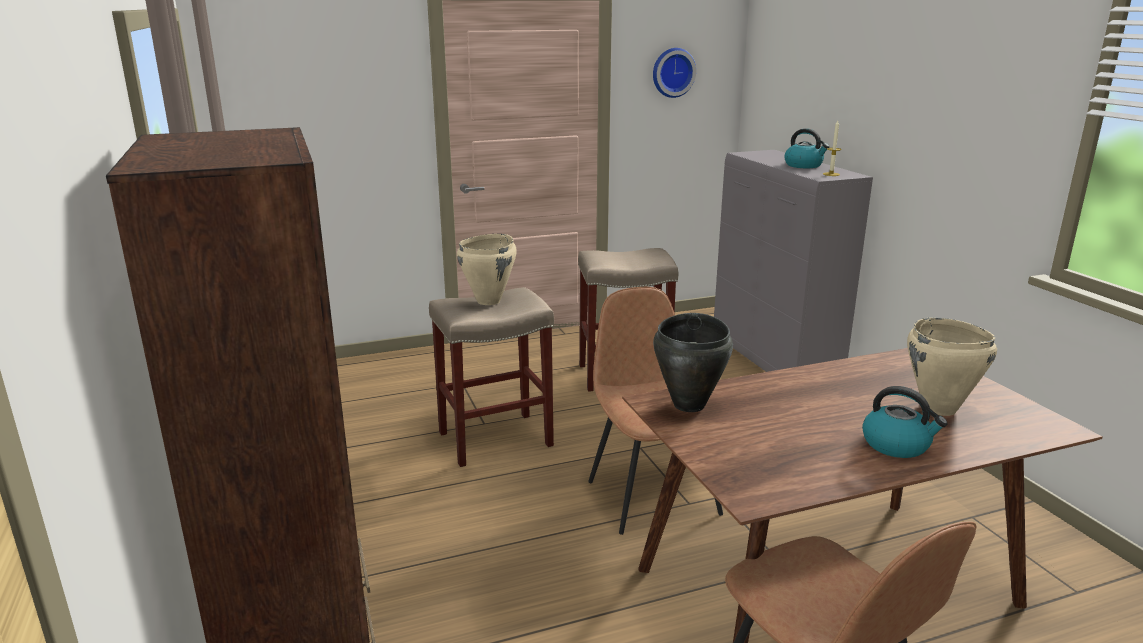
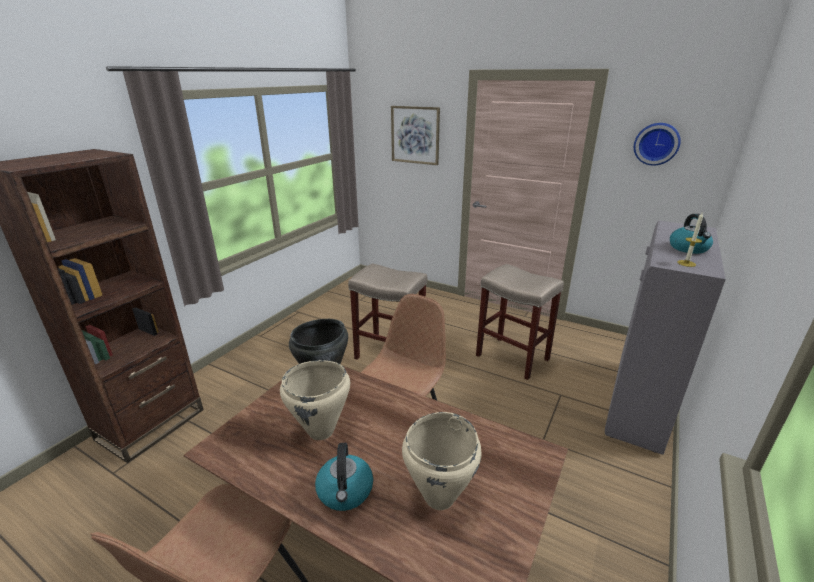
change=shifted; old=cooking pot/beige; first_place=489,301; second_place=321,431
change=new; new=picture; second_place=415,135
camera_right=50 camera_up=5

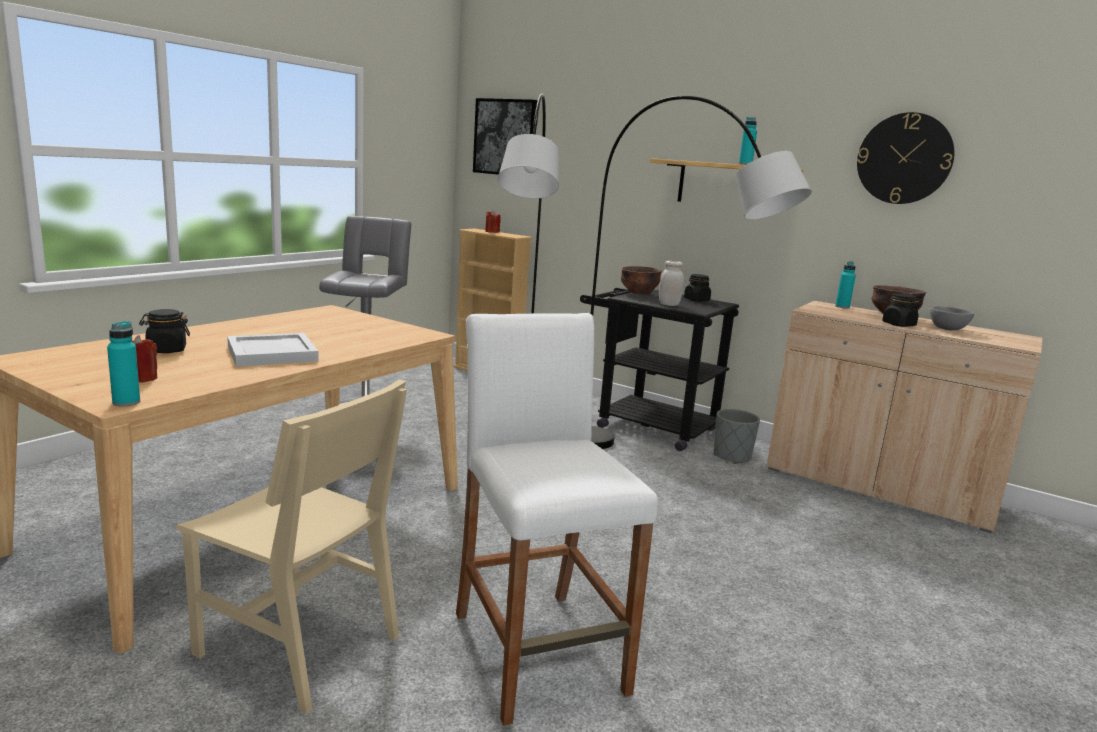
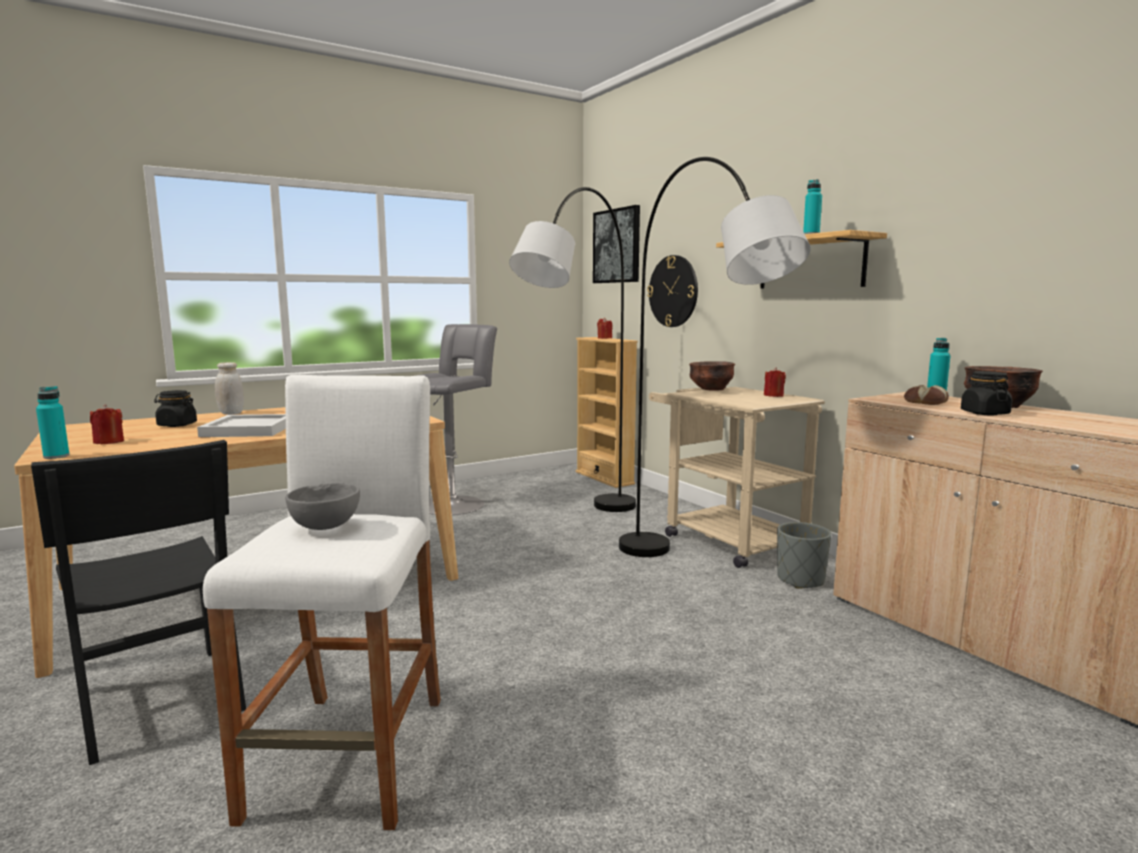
change=repainted; old=chair/beige; new=chair/black; first_place=298,646; second_place=159,700
change=shifted; old=jar/white; first_place=669,304; second_place=231,413
change=shifted; old=bowl/grey; first_place=947,329; second_place=327,527
change=shifted; old=wall clock; first_place=904,158; second_place=673,291
change=repainted; old=cart/black; new=cart/beige; first_place=646,425; second_place=725,538
change=swapped; old=jar/black; new=candle/red; first_place=696,300; second_place=773,395
change=new; new=bread; second_place=924,402
camera_right=25 camera_up=-5

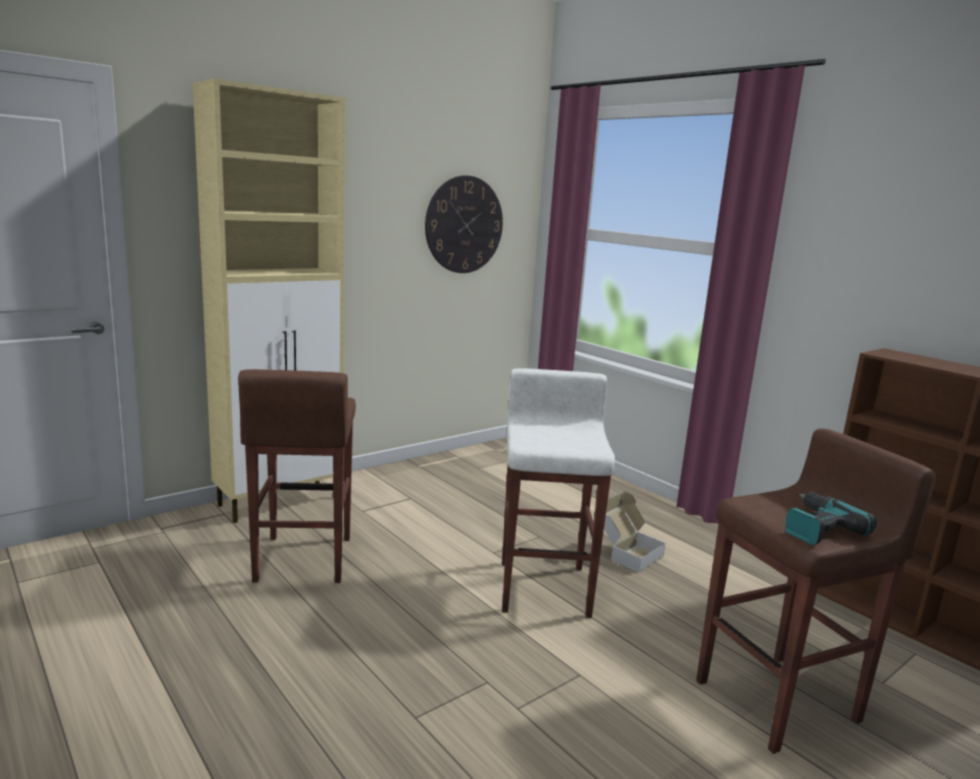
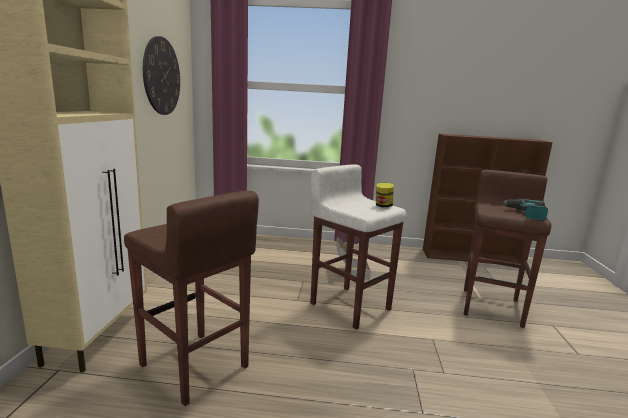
change=new; new=jar; second_place=383,206
camera_right=-45 camera_up=0

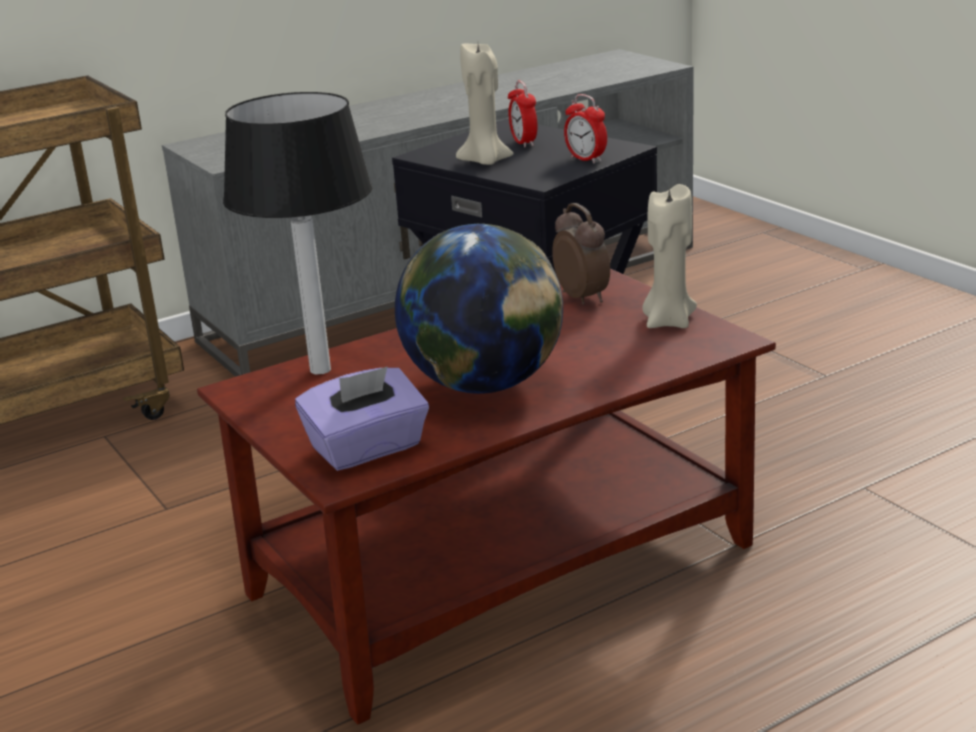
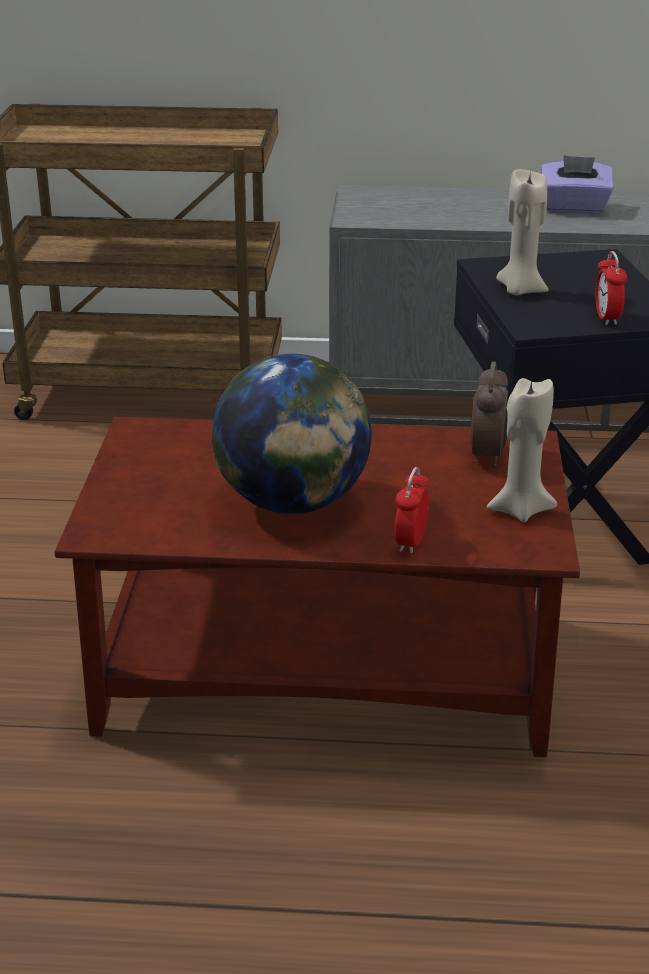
change=shifted; old=alarm clock; first_place=523,143; second_place=410,542
change=shifted; old=tissue box/purple; first_place=367,449; second_place=574,208
change=gone; old=table lamp; first_place=321,370
camera_right=35 camera_up=5

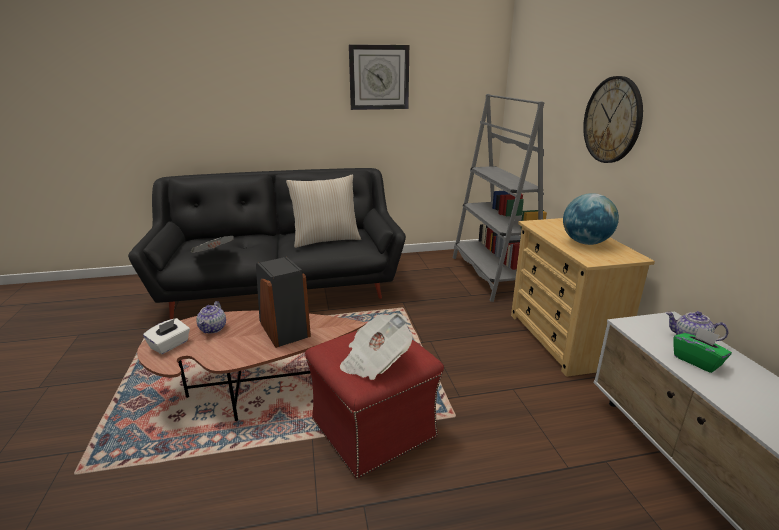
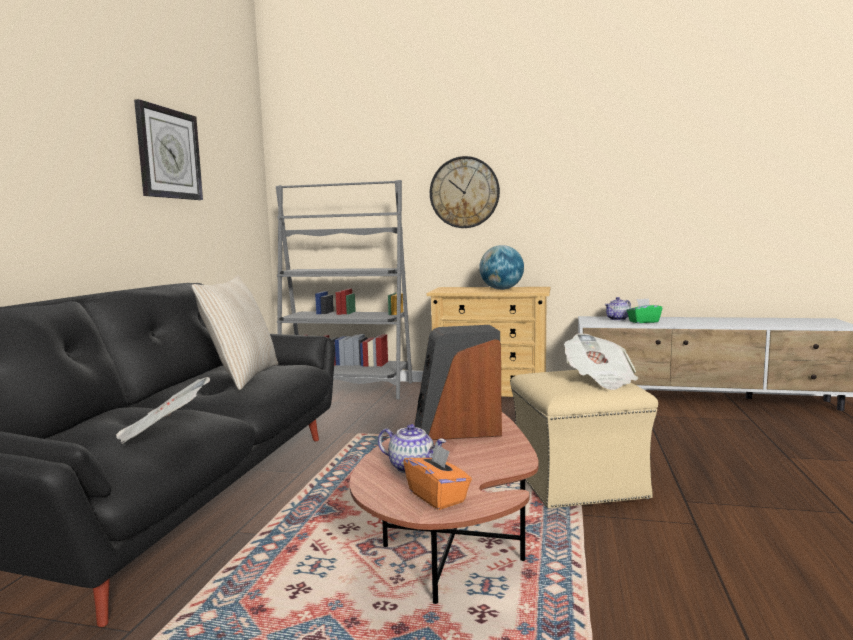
change=repainted; old=tissue box/white; new=tissue box/orange; first_place=170,345; second_place=437,497
change=repainted; old=ottoman/red; new=ottoman/beige; first_place=374,427; second_place=576,481
camera_right=-65 camera_up=-15

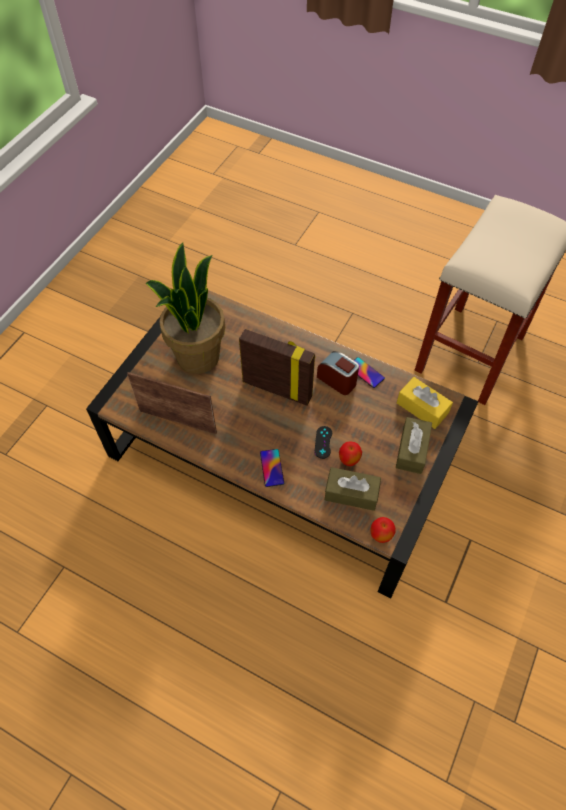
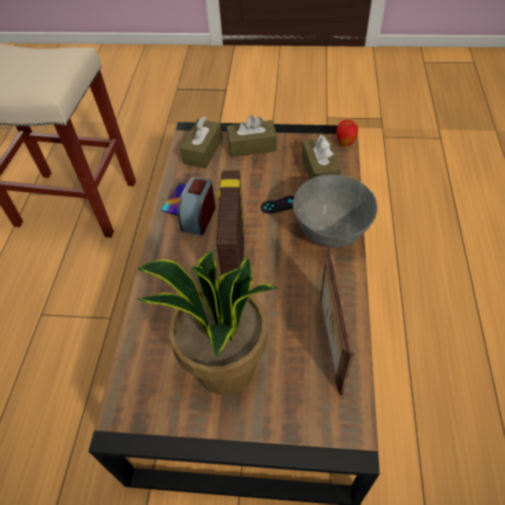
change=repainted; old=tissue box/yellow; new=tissue box/brown; first_place=422,408; second_place=203,151
change=swapped; old=phone; new=bowl/grey; first_place=271,468; second_place=332,233
change=gone; old=apple; first_place=348,461
camera_right=-110 camera_up=-5

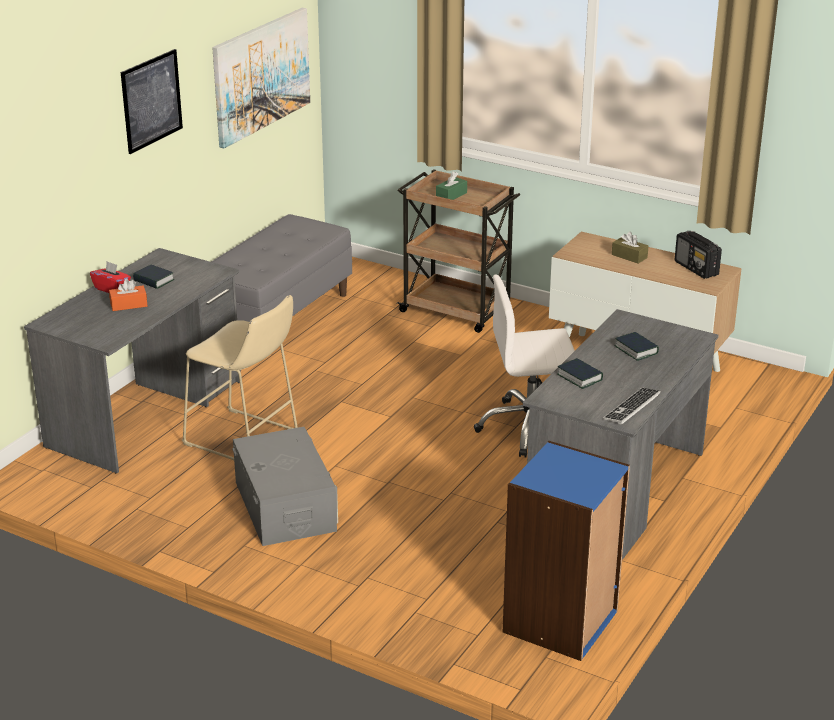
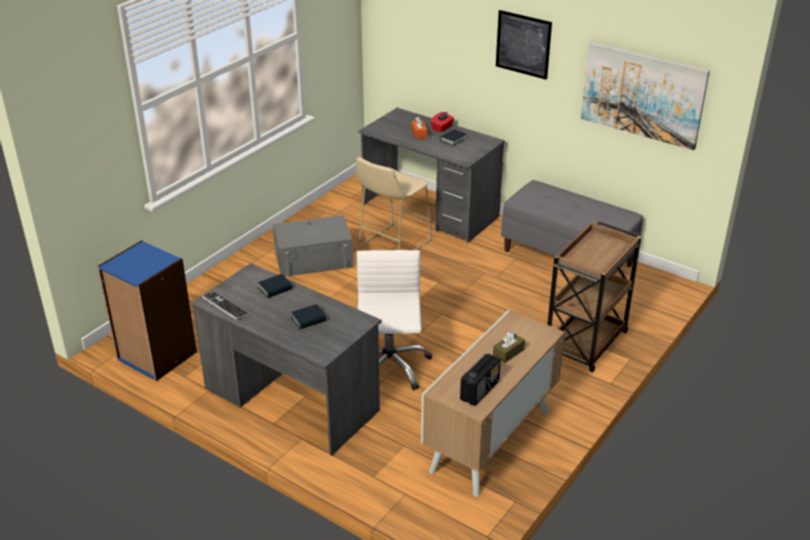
change=rotated; old=radio; first_place=696,269; second_place=480,390; degrees=150
change=gone; old=tissue box/green; first_place=451,195
camera_right=95 camera_up=5

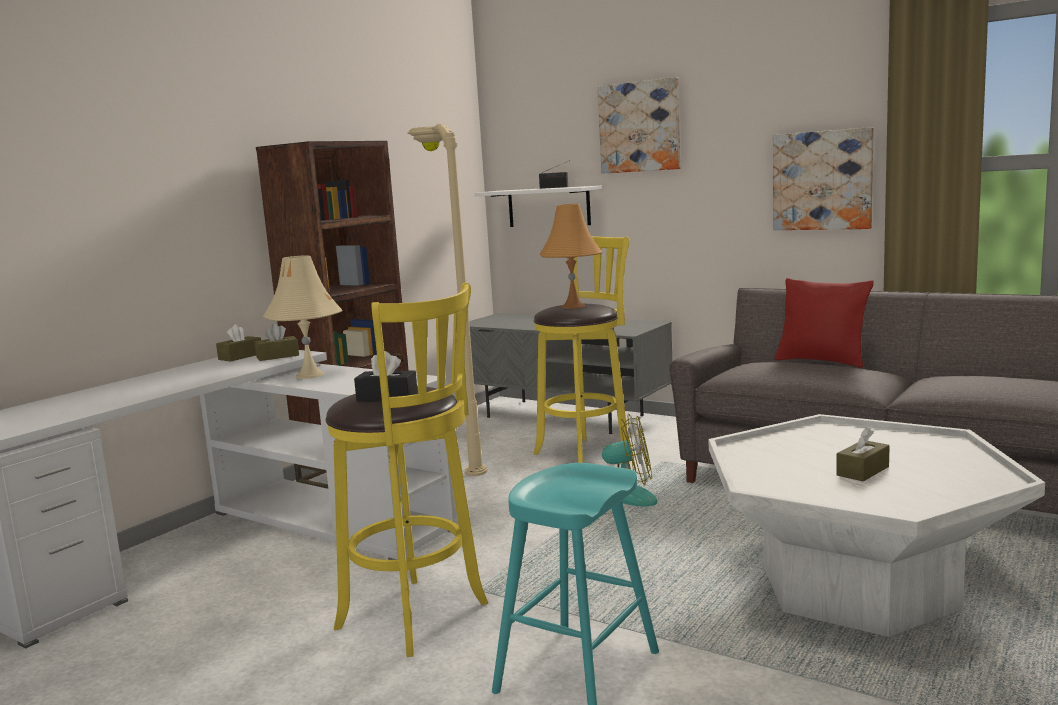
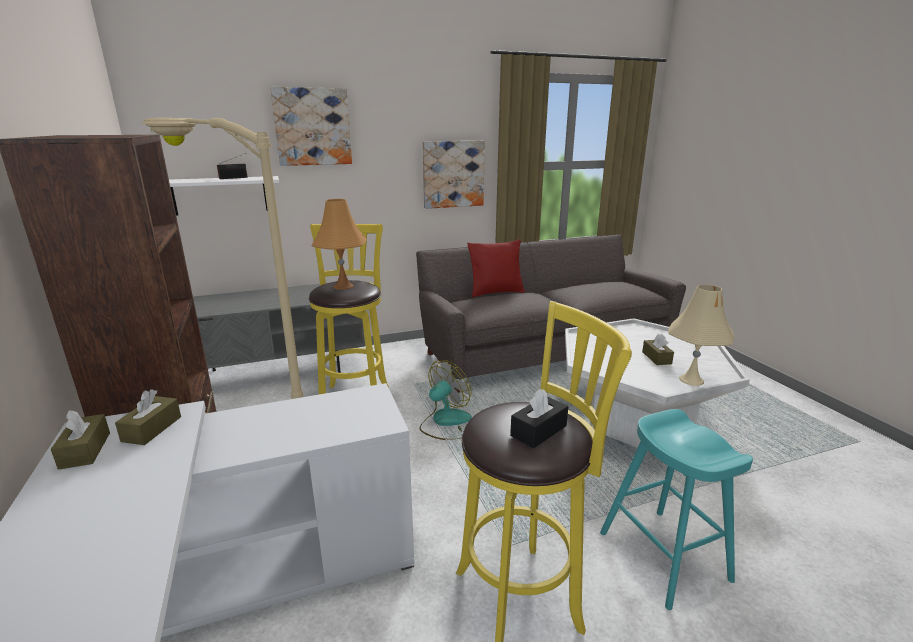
change=shifted; old=table lamp/beige; first_place=310,375; second_place=691,380
camera_right=-55 camera_up=10

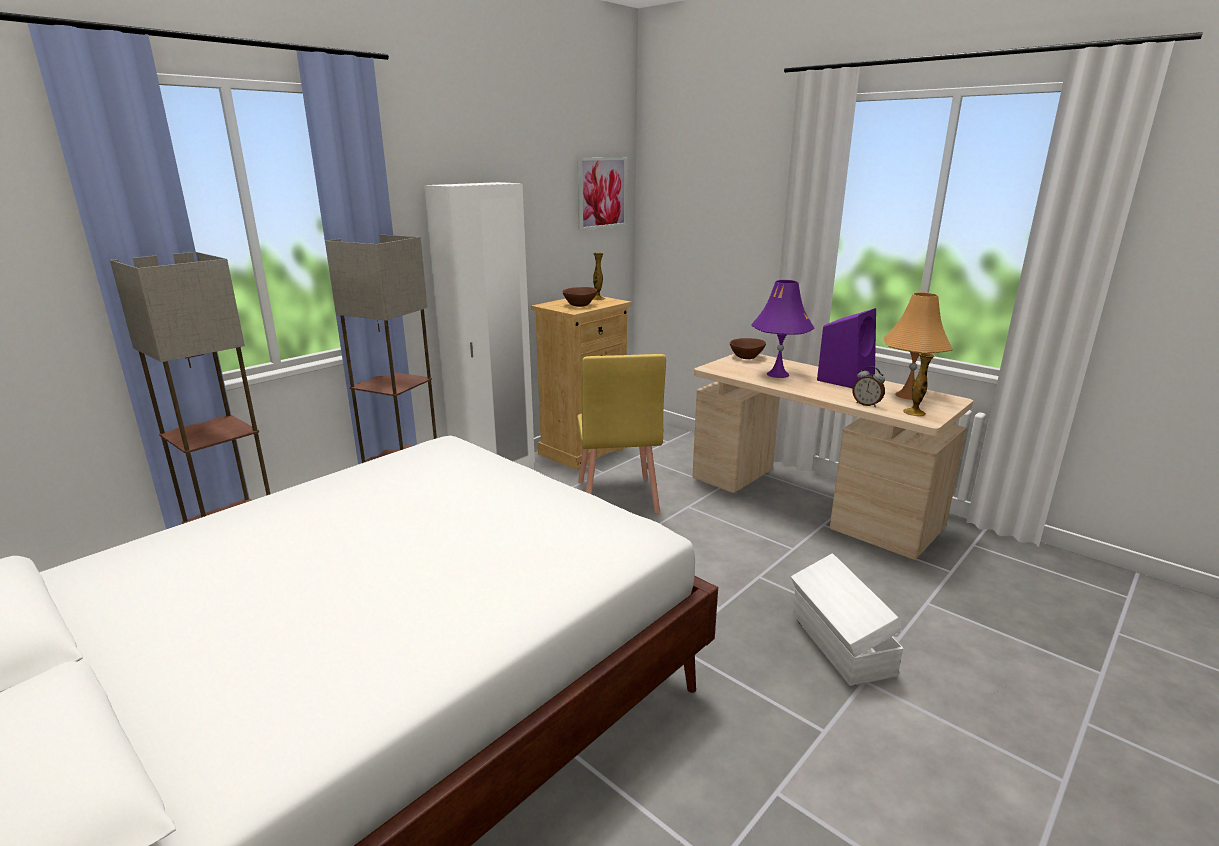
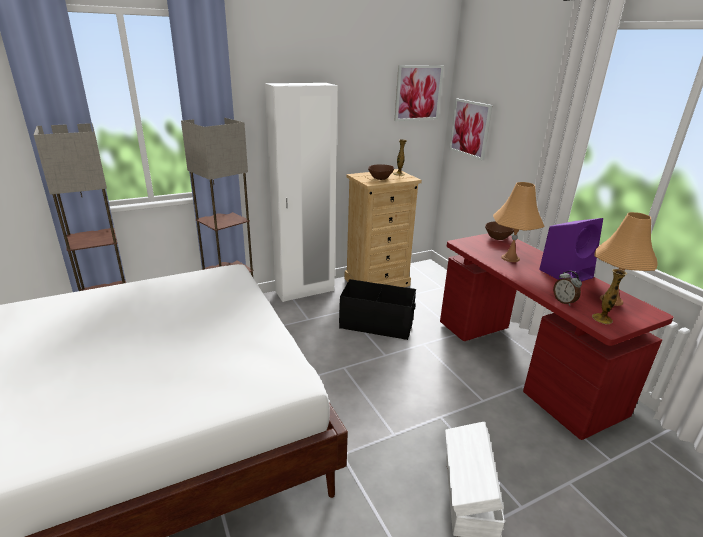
change=swapped; old=chair/yellow; new=storage box/black; first_place=616,497; second_place=376,324
change=repainted; old=desk/beige; new=desk/red; first_place=809,504; second_place=521,365
change=new; new=picture; second_place=470,128
change=repainted; old=table lamp/purple; new=table lamp/orange; first_place=778,374; second_place=510,258
camera_right=20 camera_up=5

